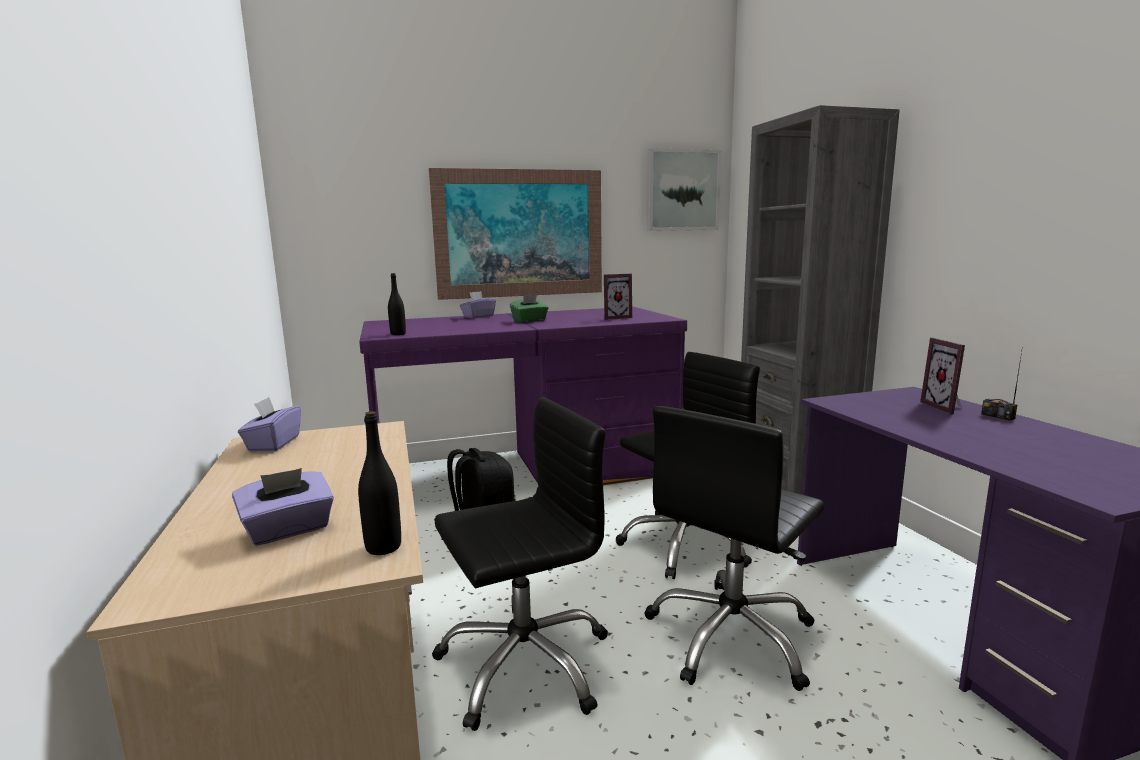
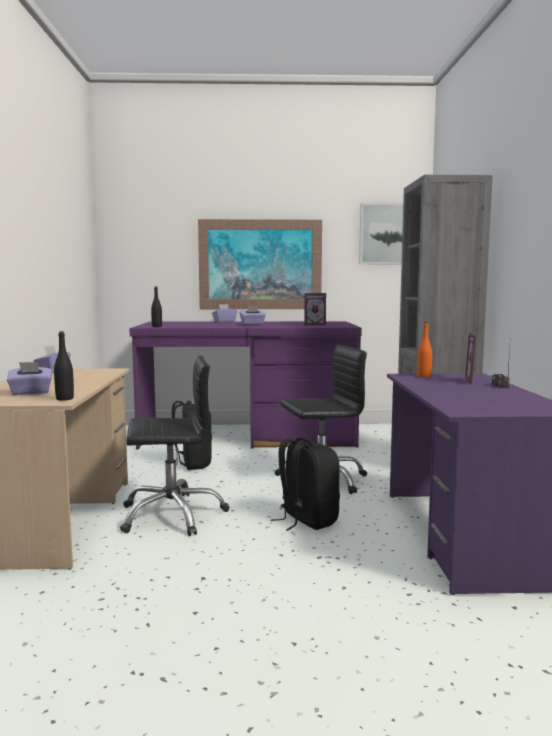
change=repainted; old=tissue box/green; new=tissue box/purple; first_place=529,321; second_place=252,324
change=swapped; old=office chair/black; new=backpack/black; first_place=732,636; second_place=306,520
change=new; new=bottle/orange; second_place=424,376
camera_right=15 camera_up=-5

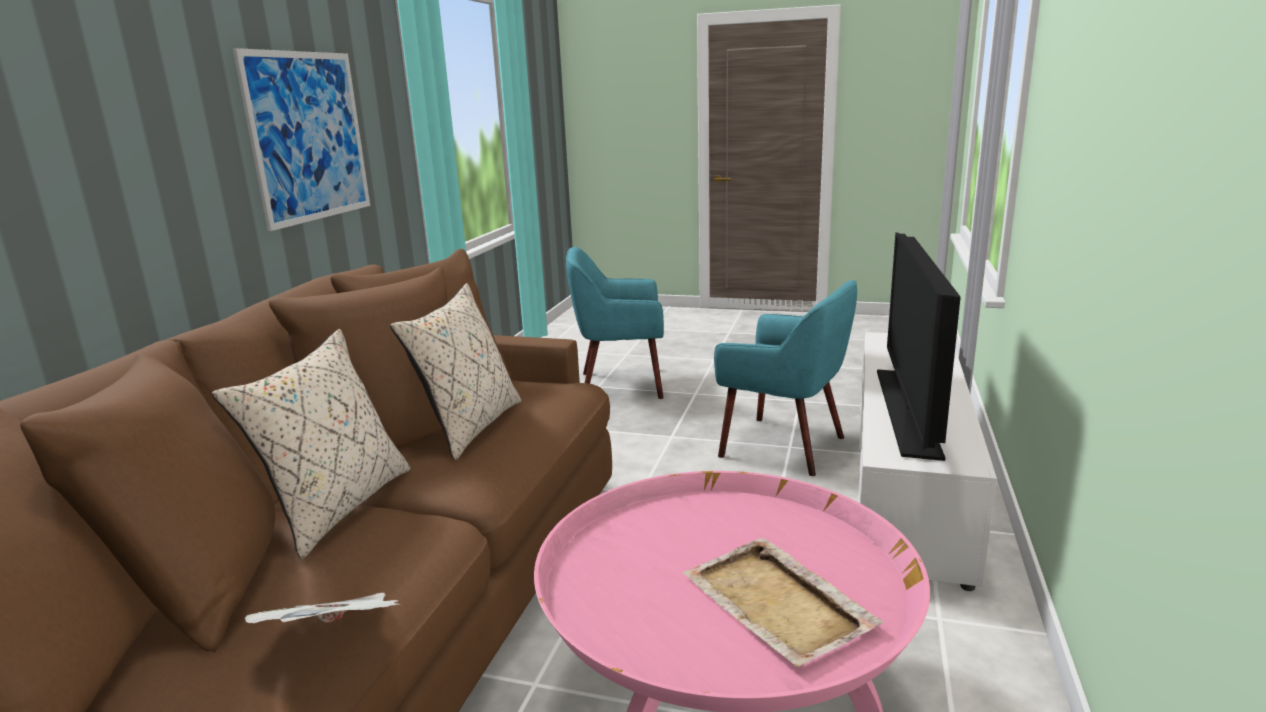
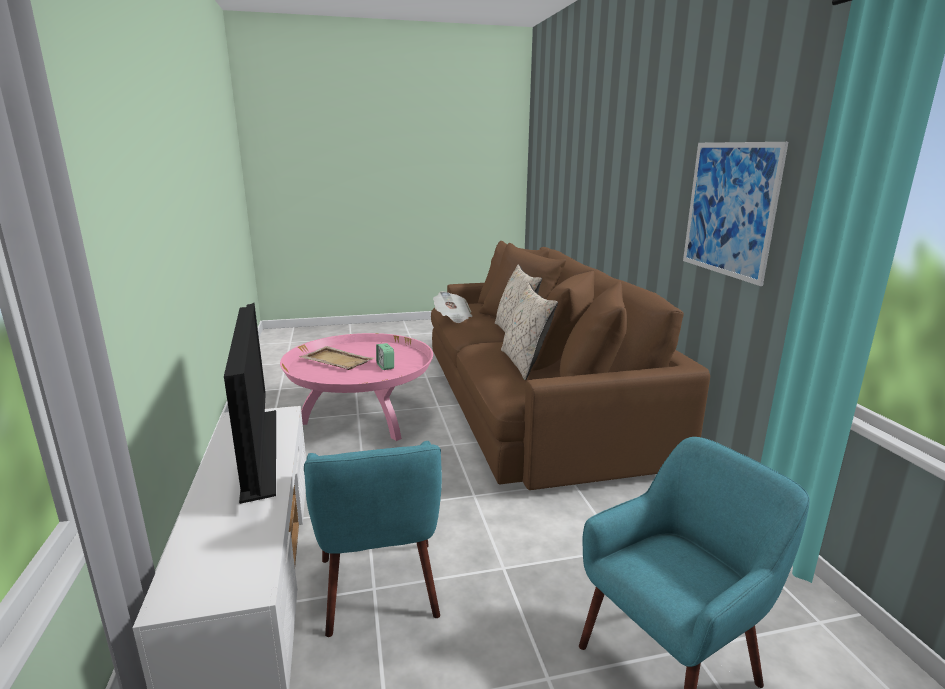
change=rotated; old=armchair/turquoise; first_place=784,446; second_place=379,587; degrees=-105
change=new; new=alarm clock; second_place=385,366
camera_right=150 camera_up=0

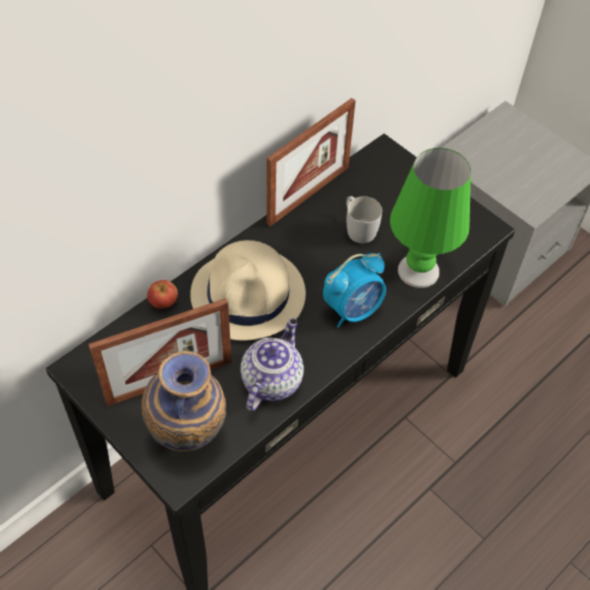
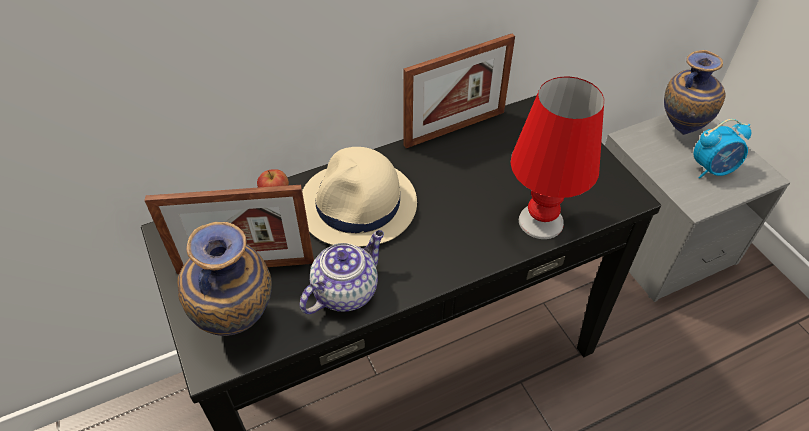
change=repainted; old=table lamp/green; new=table lamp/red; first_place=418,271; second_place=540,221
change=new; new=vase; second_place=679,129
change=shifted; old=alarm clock; first_place=353,309; second_place=712,169
change=gone; old=mug/white; first_place=358,228
camera_right=20 camera_up=-5

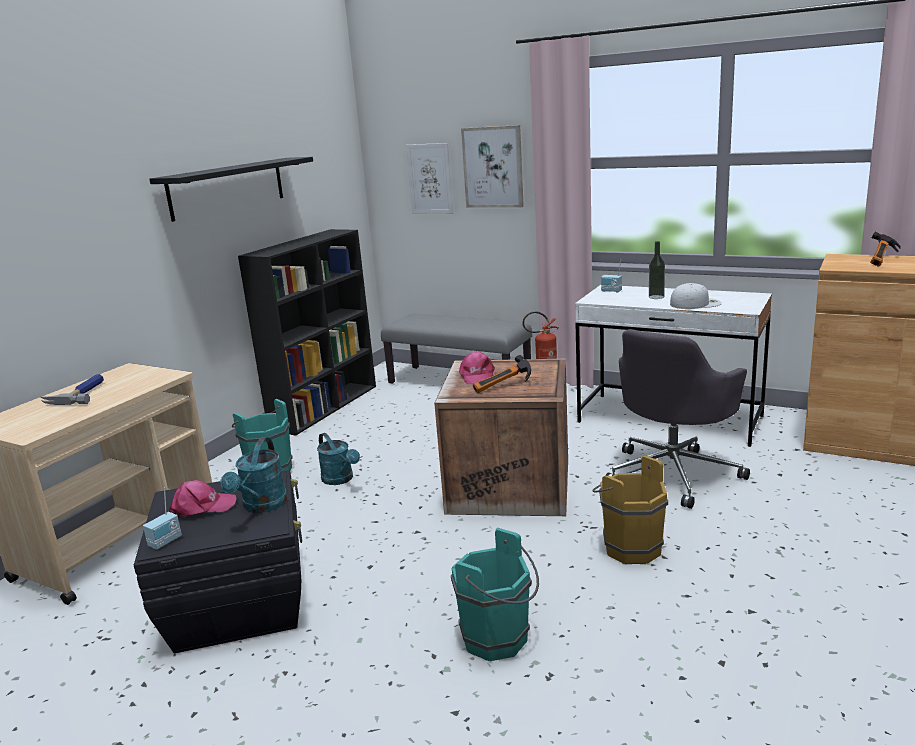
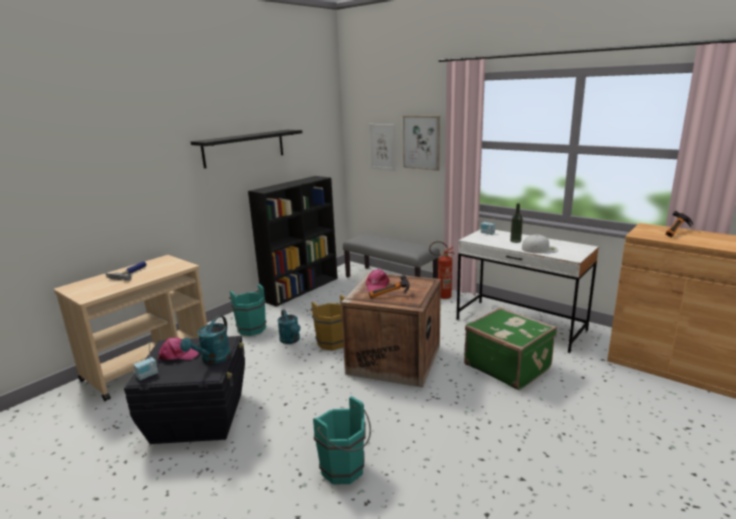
change=shifted; old=bucket/brown; first_place=628,547; second_place=331,341
change=swapped; old=office chair/grey; new=suitcase/green; first_place=674,473; second_place=507,366
camera_right=10 camera_up=0

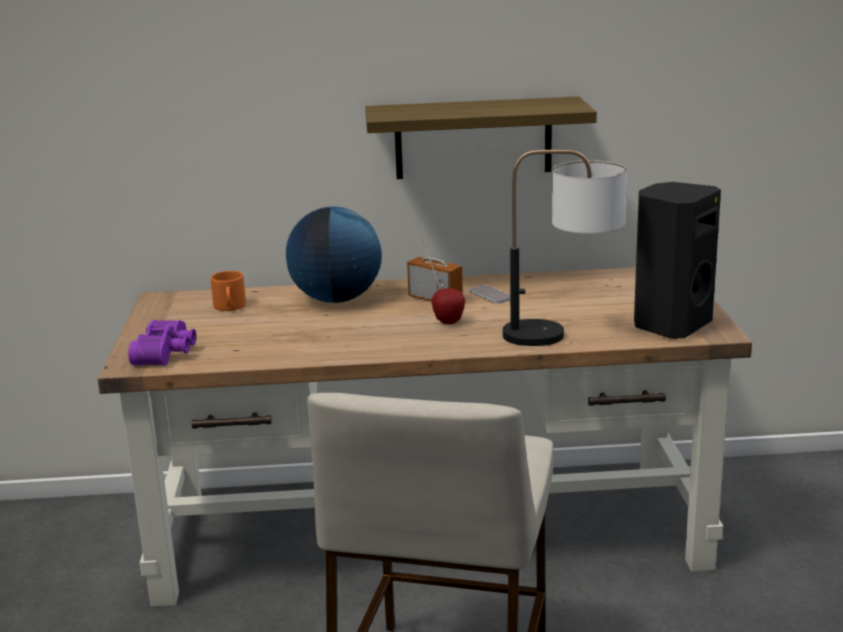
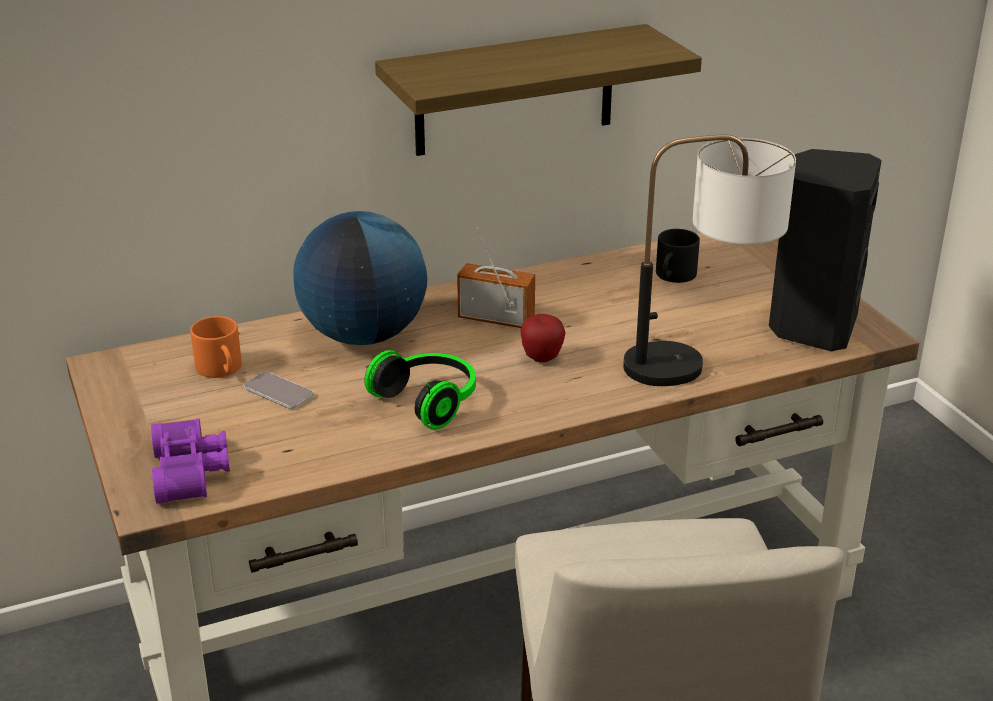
change=shifted; old=phone; first_place=490,295; second_place=278,392
change=new; new=headphones; second_place=429,401
change=new; new=mug/black; second_place=674,276
camera_right=-20 camera_up=10

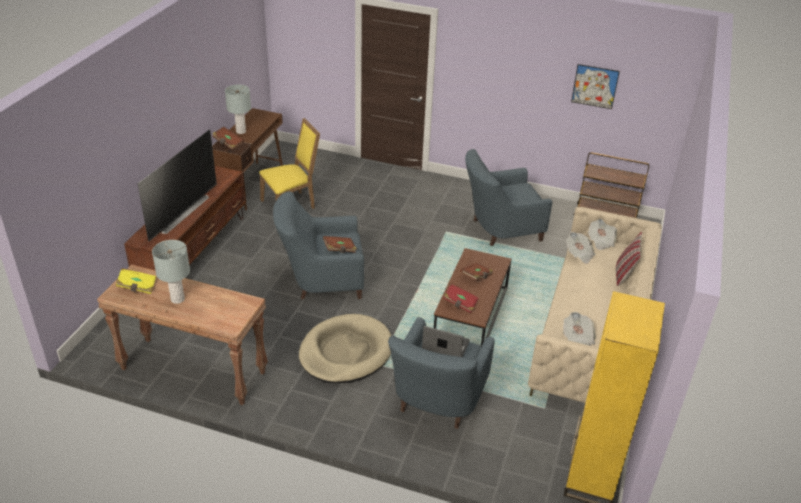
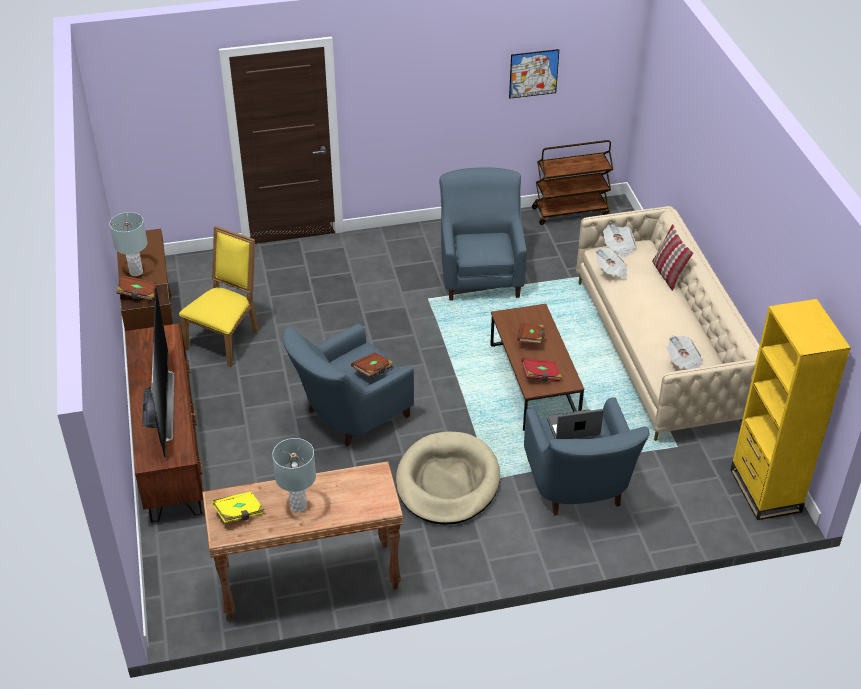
change=rotated; old=armchair/blue; first_place=499,229; second_place=480,272; degrees=135
camera_right=-30 camera_up=5

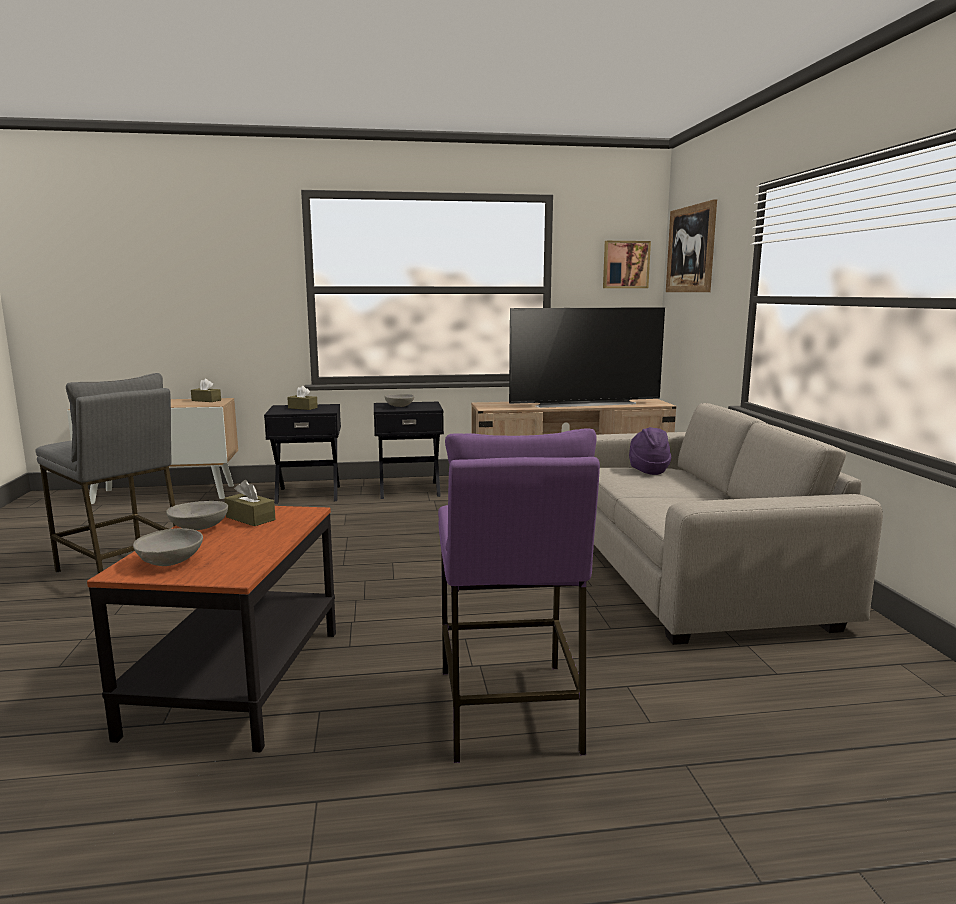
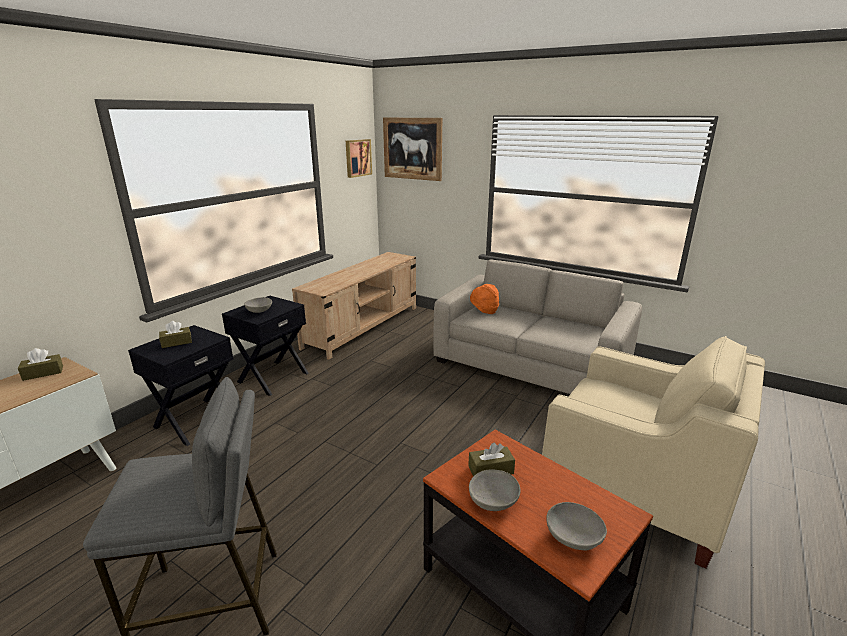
change=repainted; old=hat/purple; new=hat/orange; first_place=647,470; second_place=484,311
change=swapped; old=stool/purple; new=armchair/beige; first_place=508,709; second_place=634,489
change=gone; old=television; first_place=583,403
camera_right=-50 camera_up=10

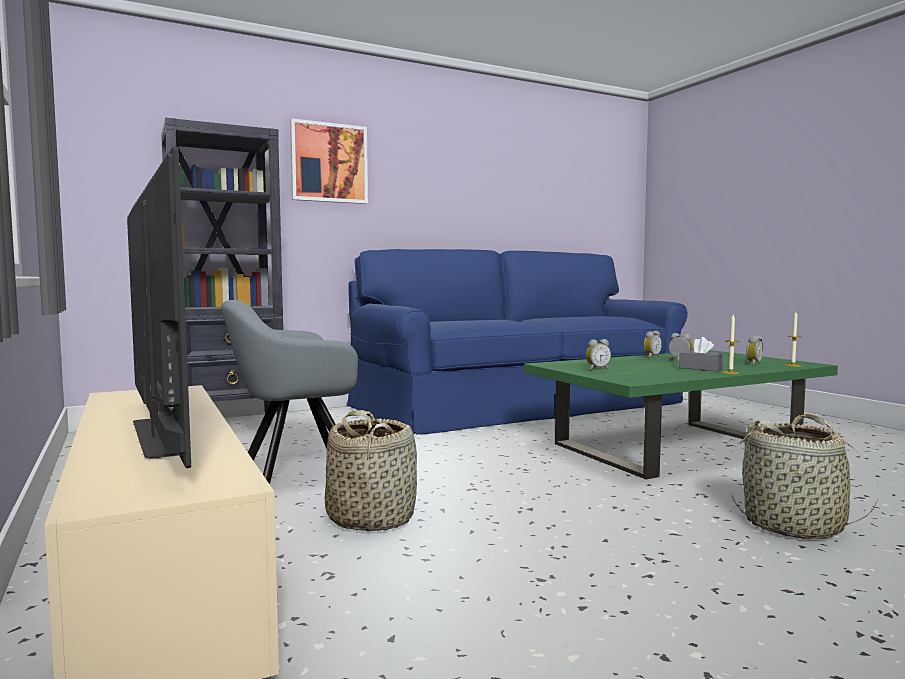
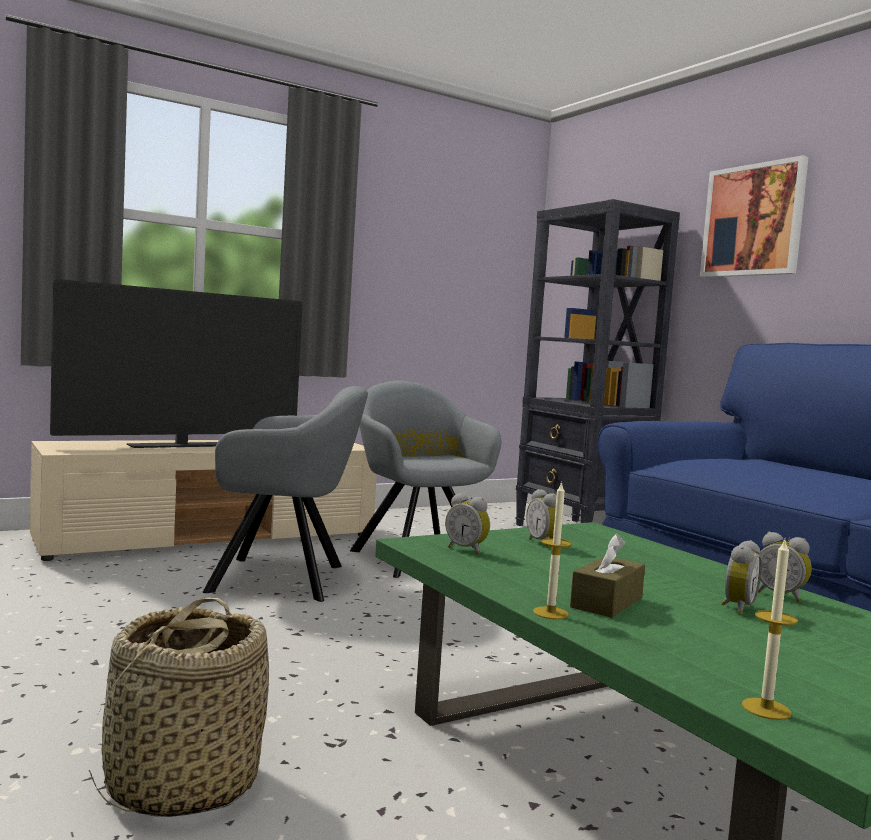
change=swapped; old=basket; new=armchair/grey; first_place=372,517; second_place=286,579
change=shifted; old=alarm clock; first_place=752,364; second_place=467,550
change=repainted; old=tissue box/grey; new=tissue box/brown; first_place=700,368; second_place=606,602
camera_right=85 camera_up=0

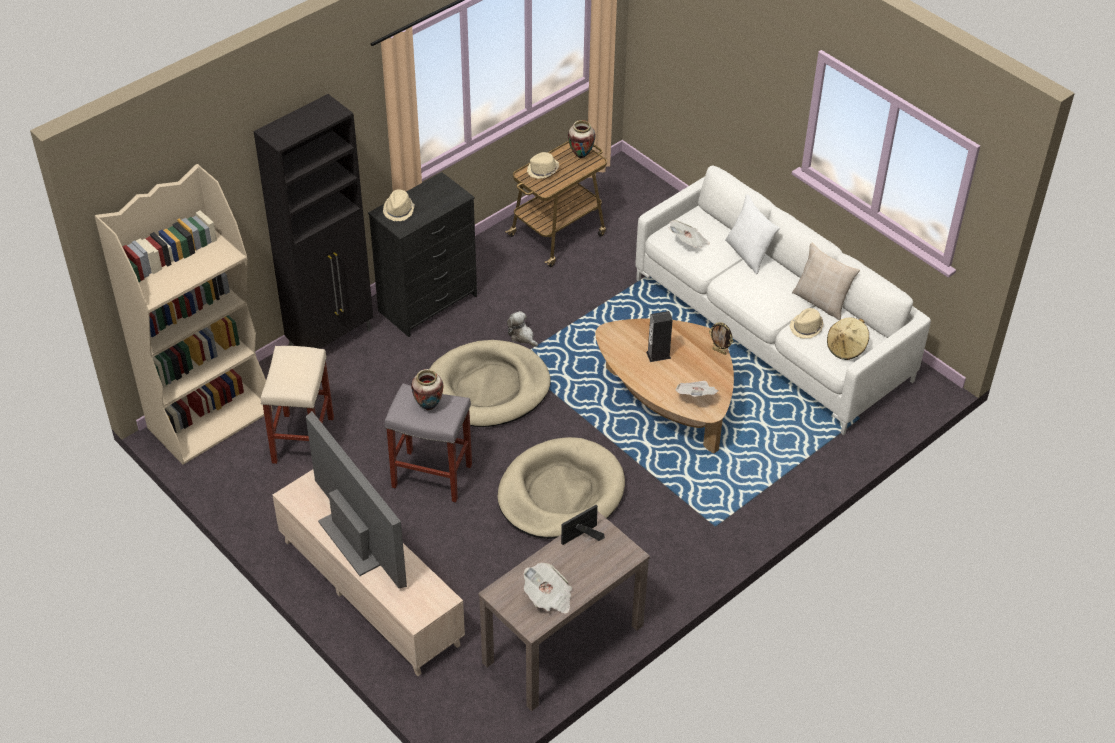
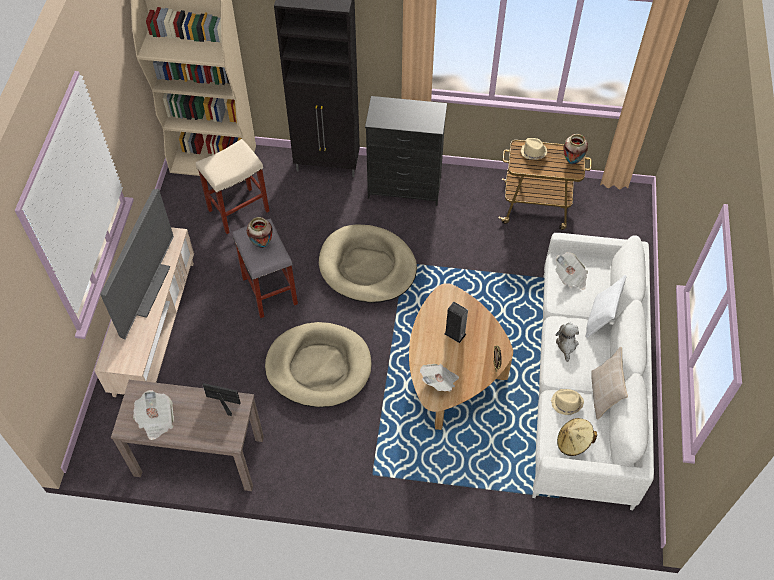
change=shifted; old=plush toy; first_place=522,336; second_place=566,344
change=gone; old=hat/beige; first_place=399,210
camera_right=50 camera_up=10

